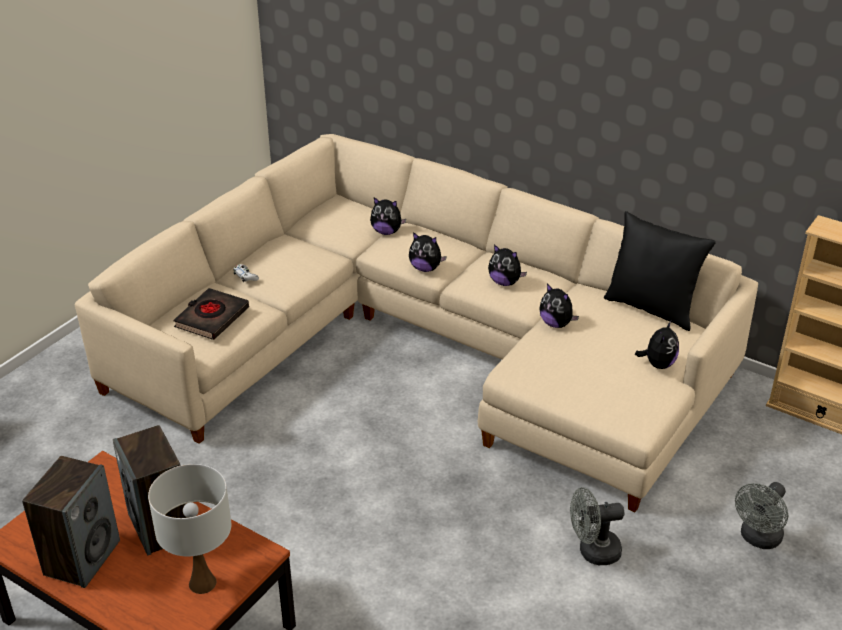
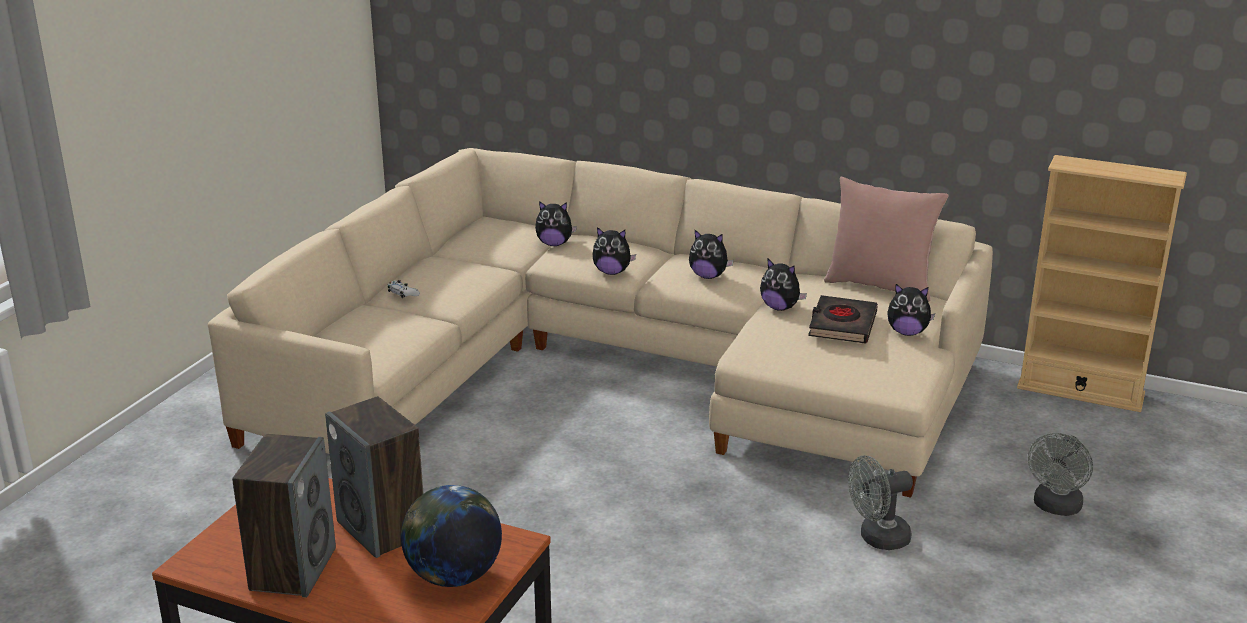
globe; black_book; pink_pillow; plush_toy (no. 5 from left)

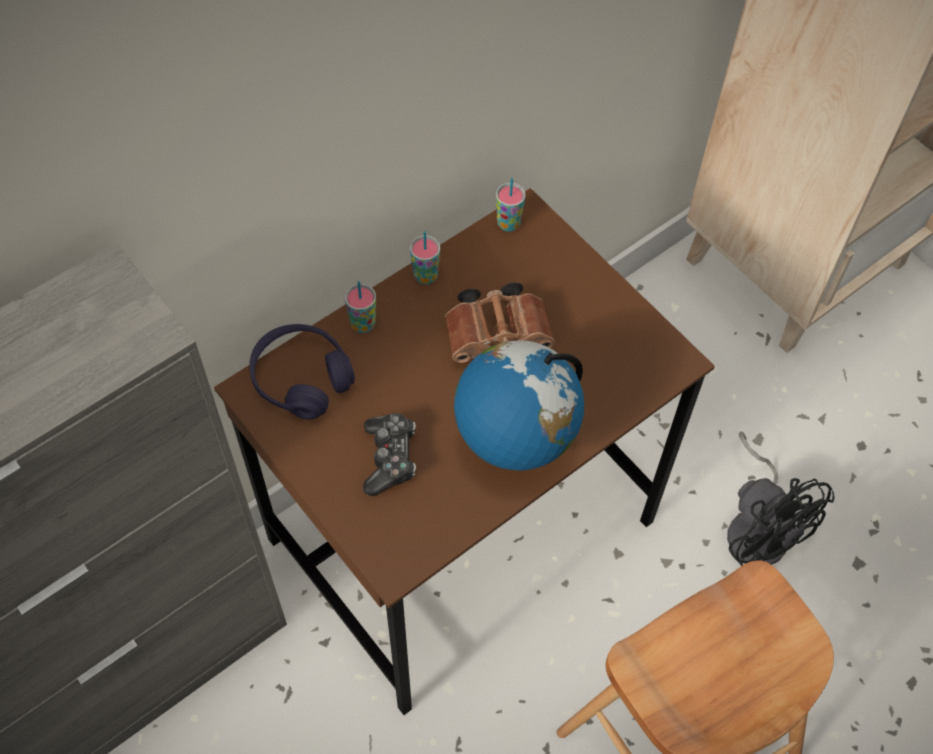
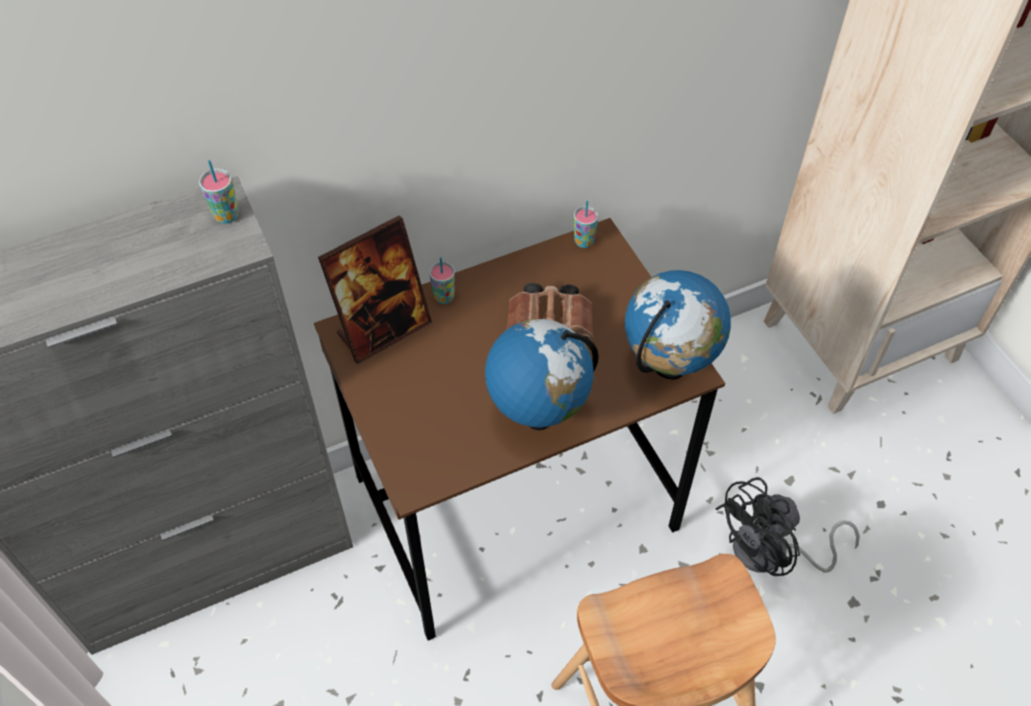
cup (no. 1 from left); picture_frame; globe (no. 2 from left); black_fan; game_controller

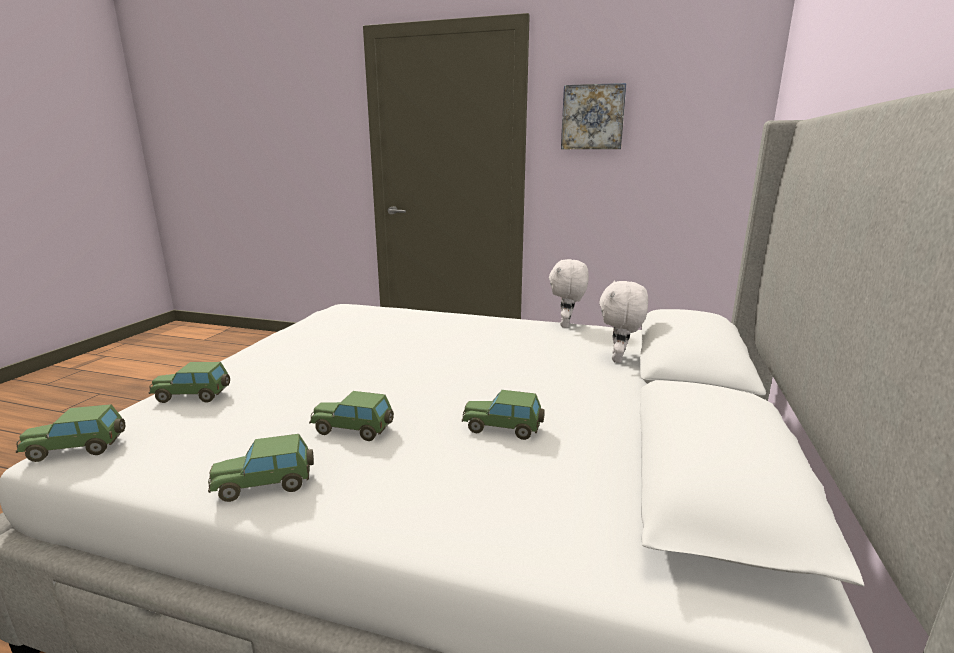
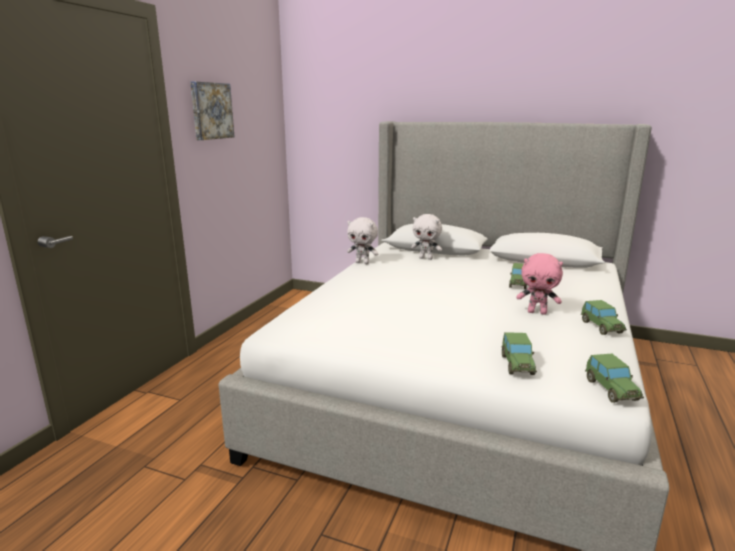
pink_plush_toy

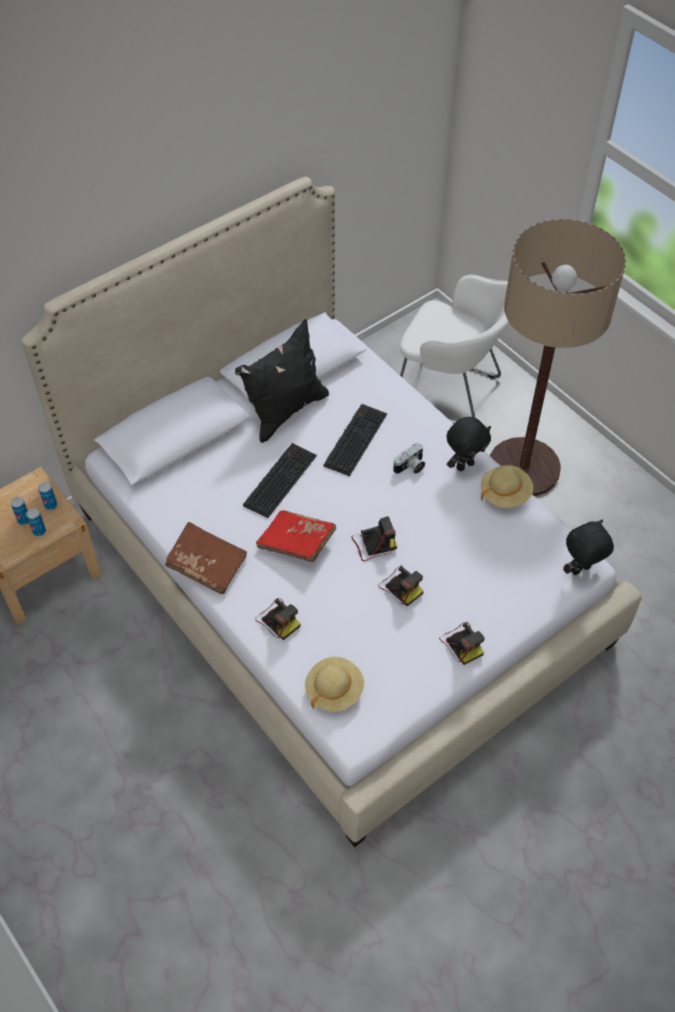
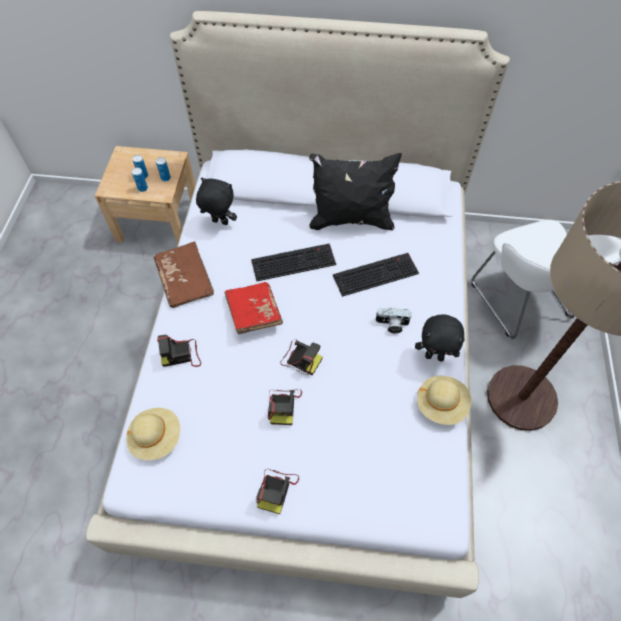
photo_camera (no. 1 from left); black_plush_toy (no. 1 from left)

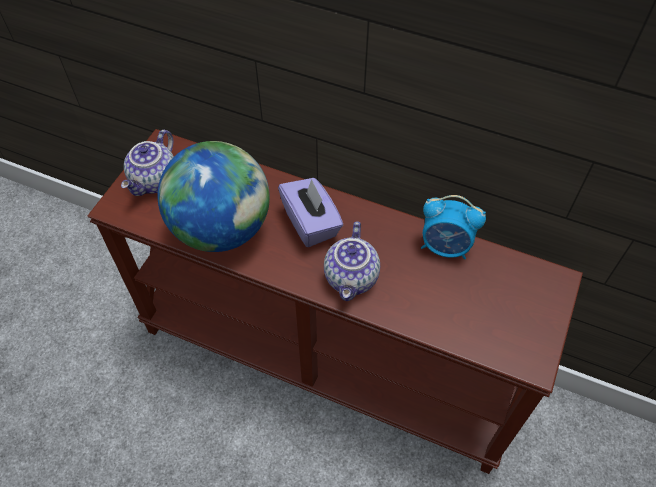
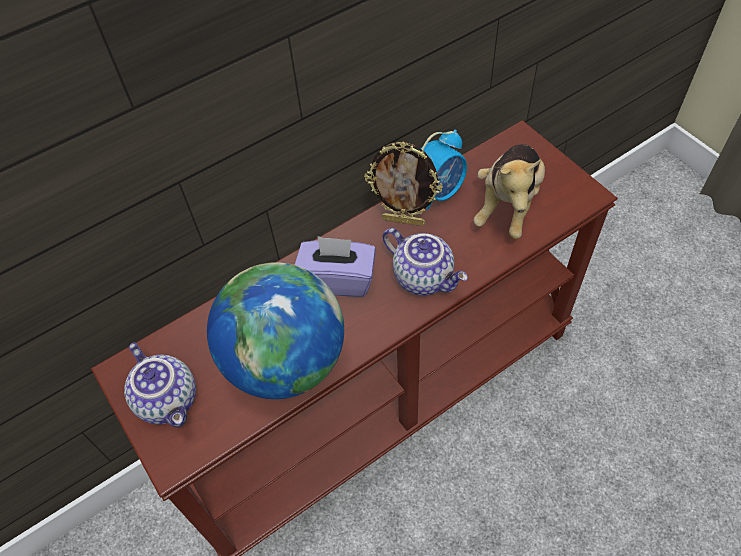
picture_frame; plush_toy

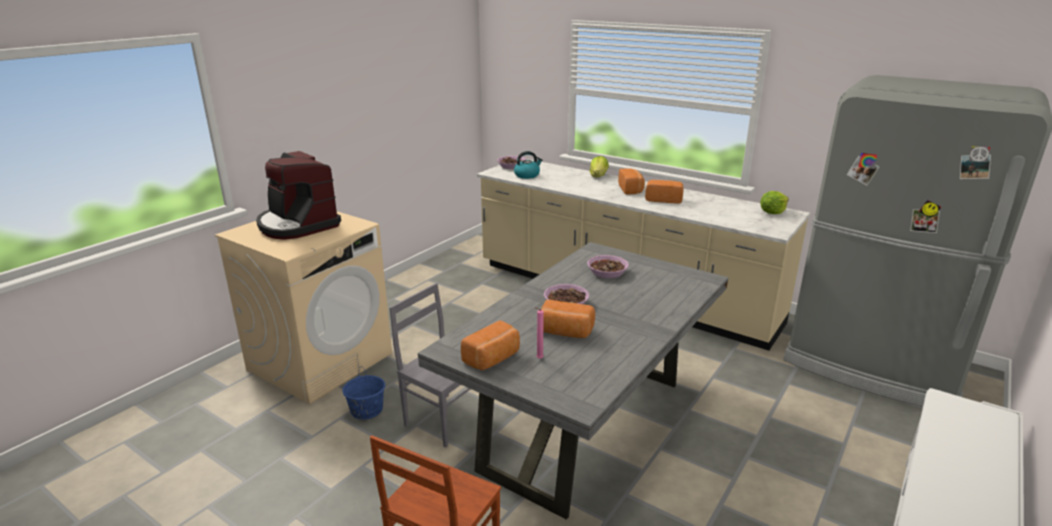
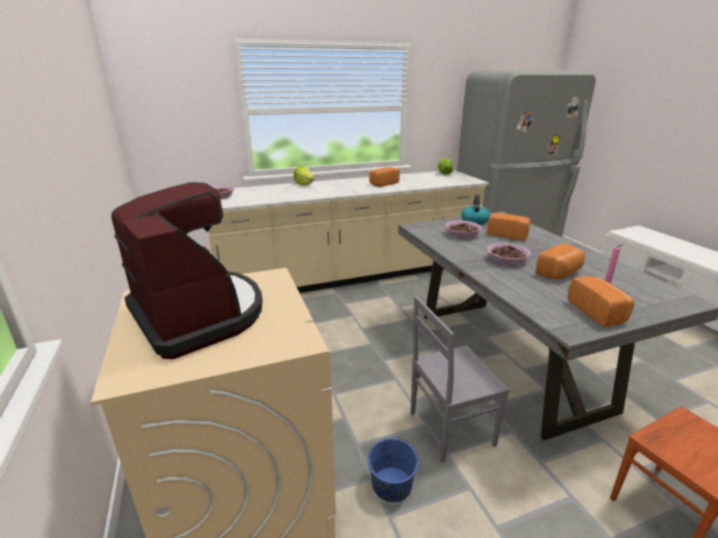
coffee_machine; kettle; bread (no. 2 from left)

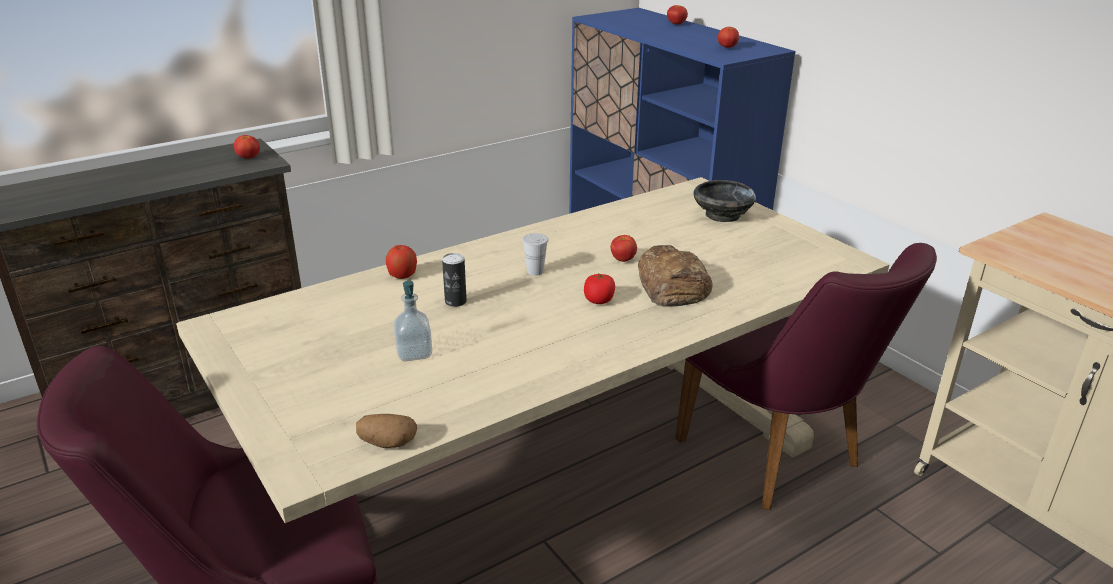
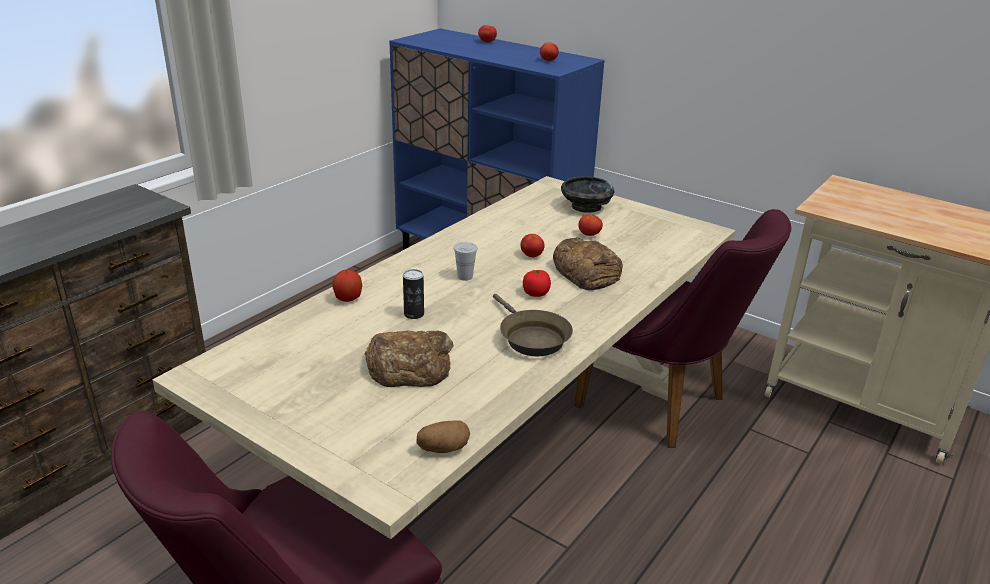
bread (no. 1 from left); brown_frying_pan; tomato (no. 5 from left)

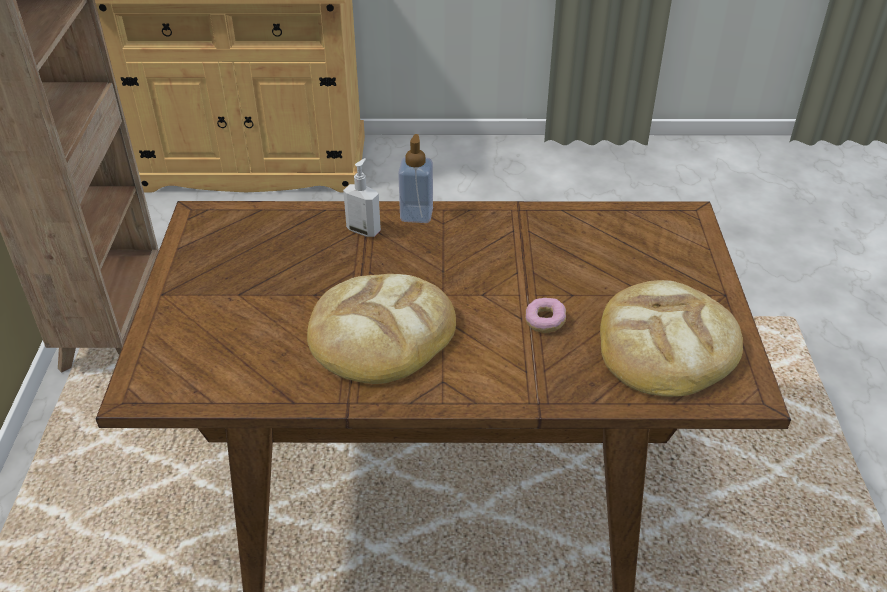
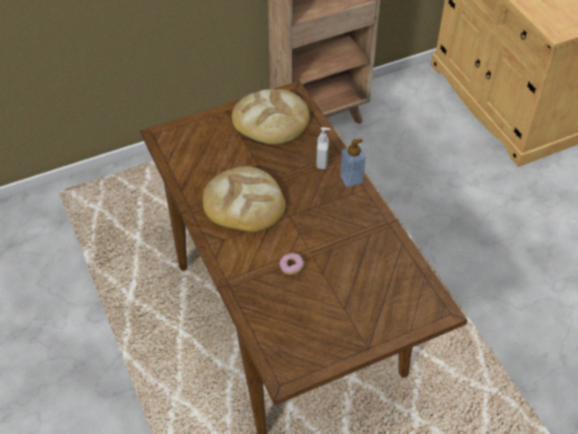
bread (no. 2 from left)

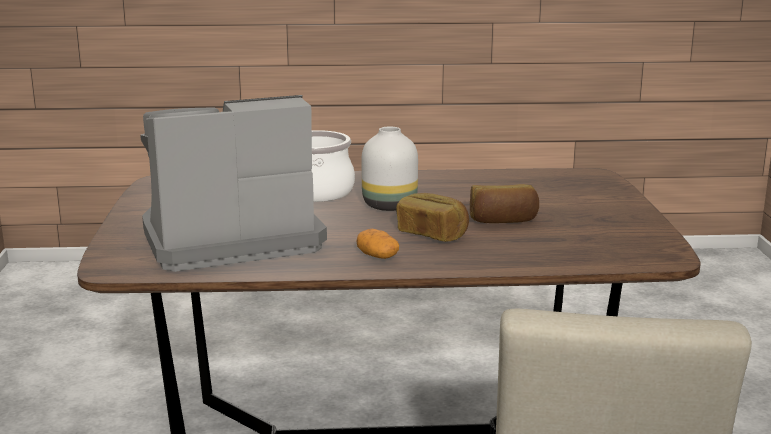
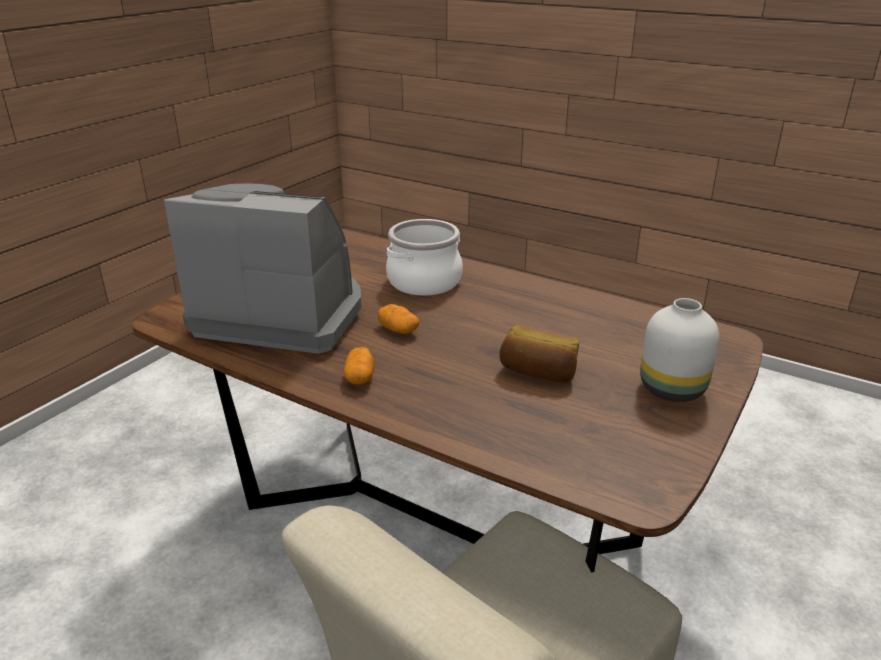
potato (no. 2 from left); white_vase; bread (no. 1 from left in the first image)

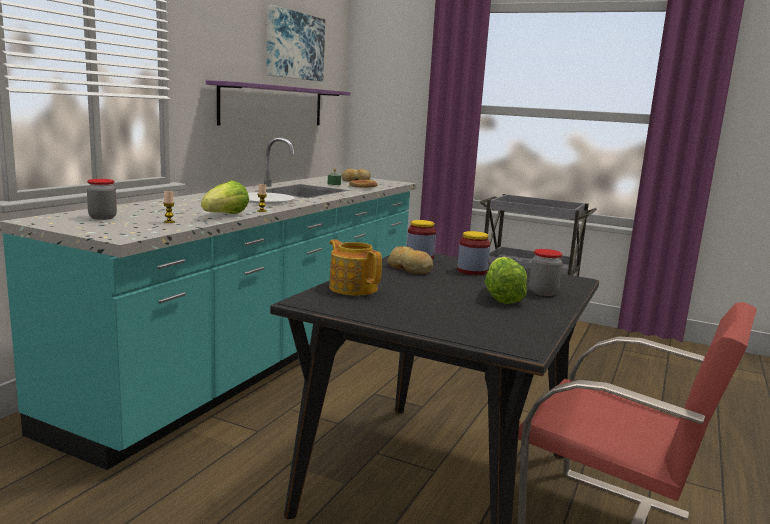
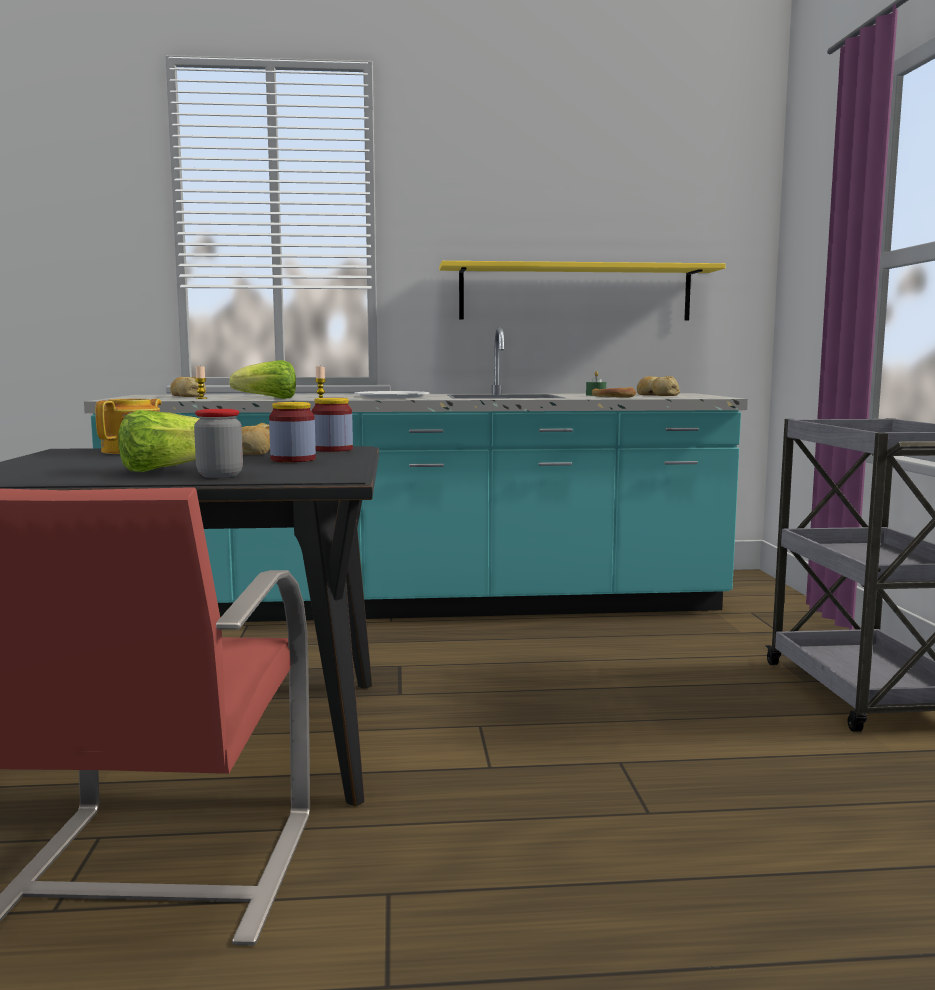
bread (no. 1 from left); yellow_shelf; picture

